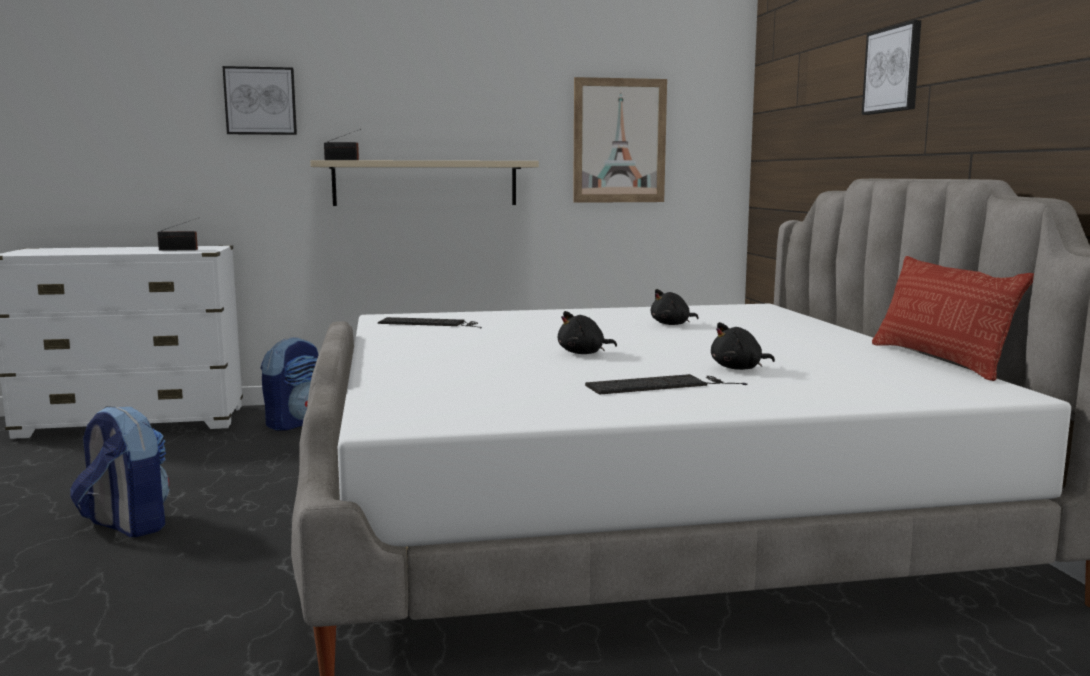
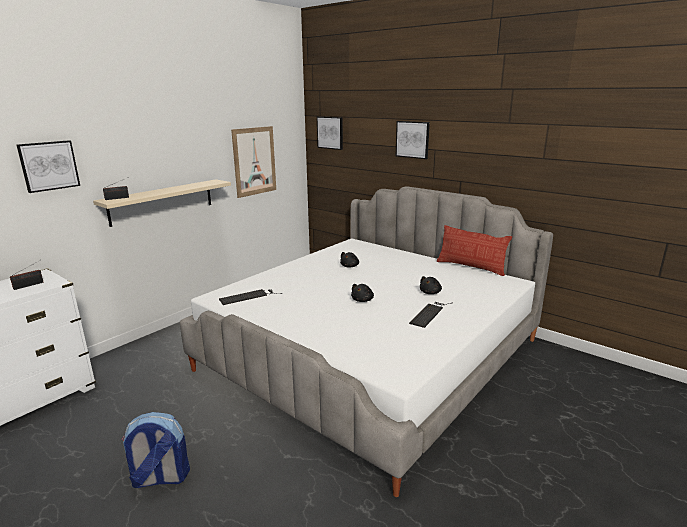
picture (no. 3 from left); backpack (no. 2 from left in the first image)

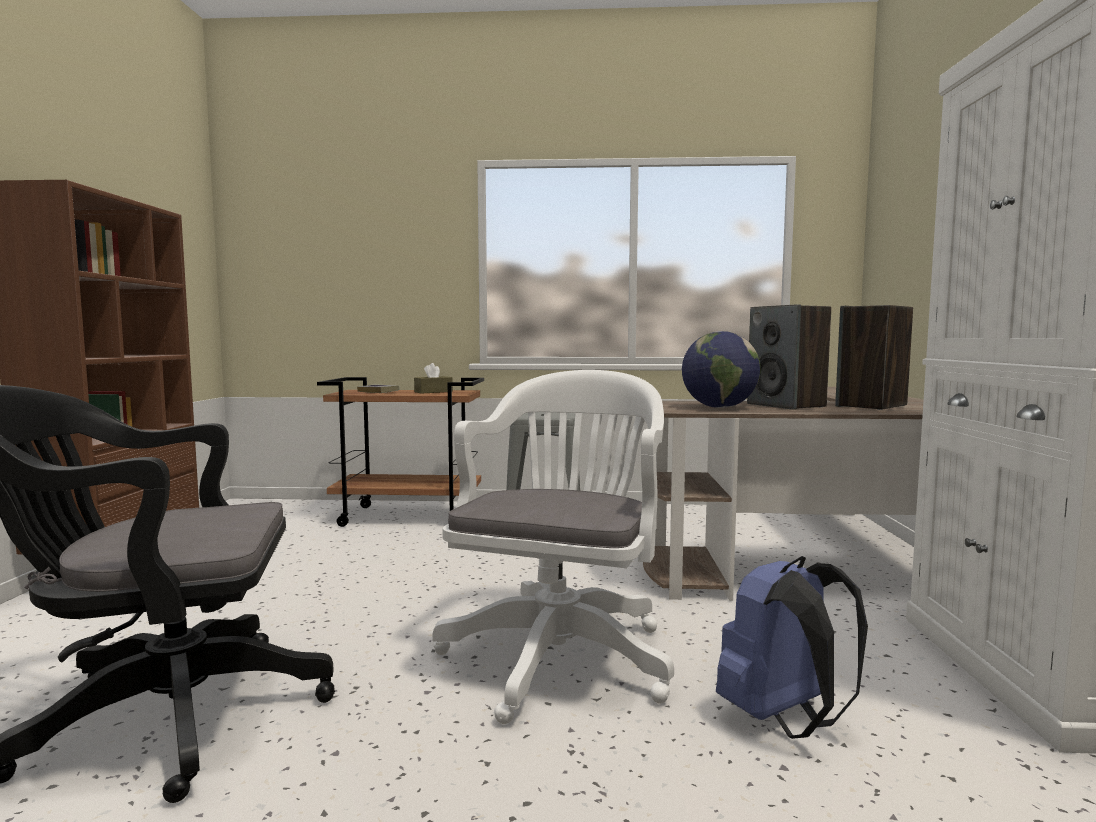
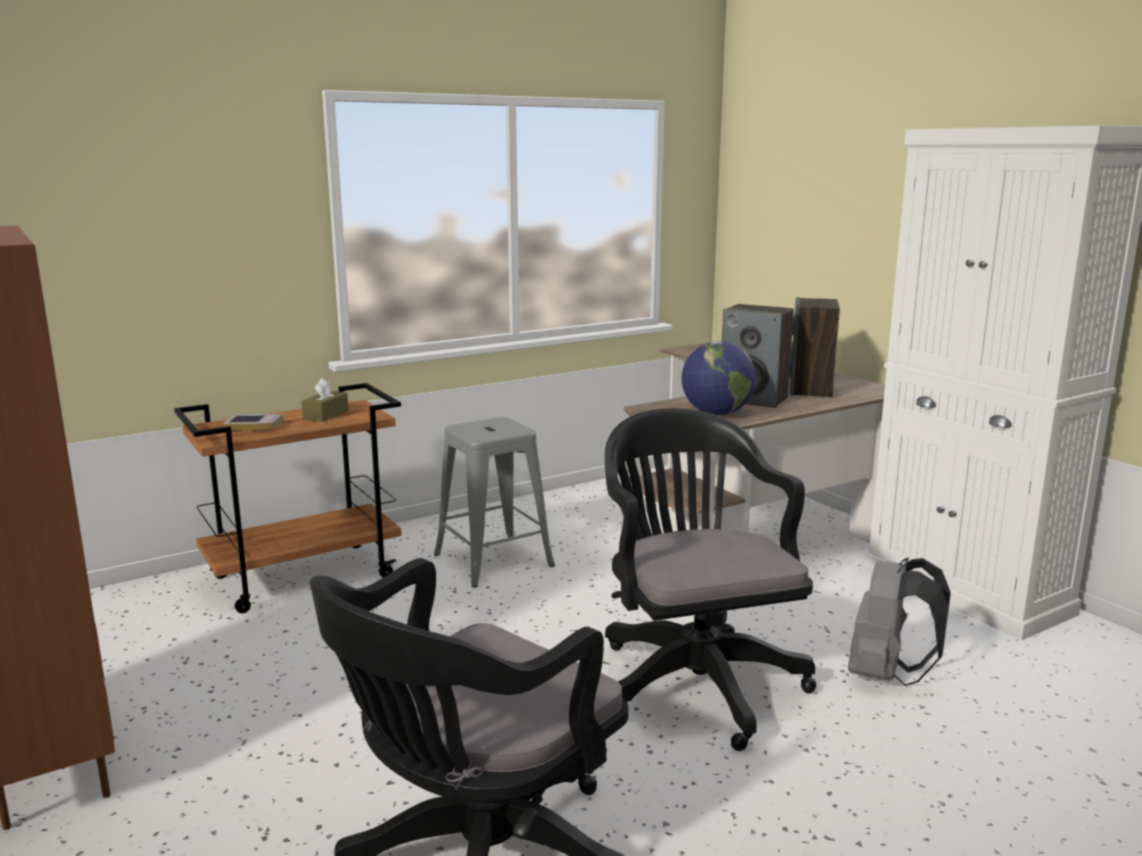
black_office_chair (no. 2 from left); grey_backpack

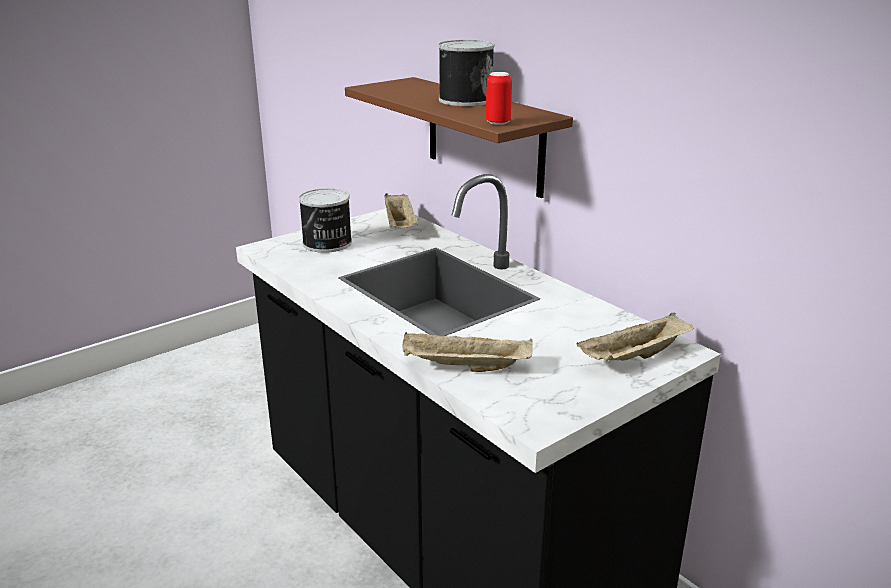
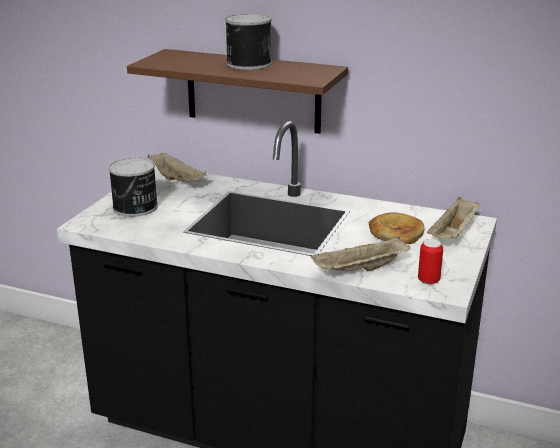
bread; can (no. 3 from left)

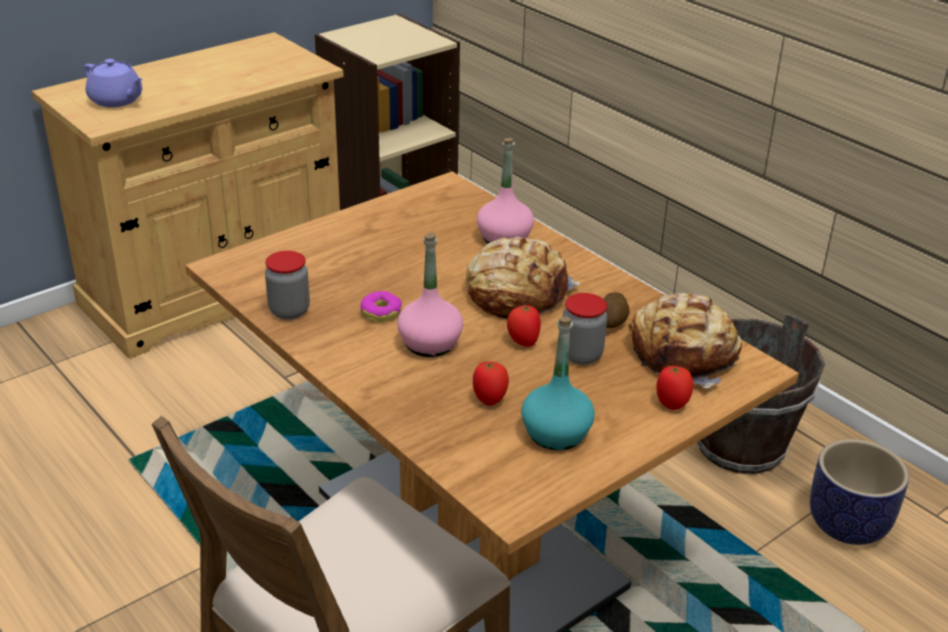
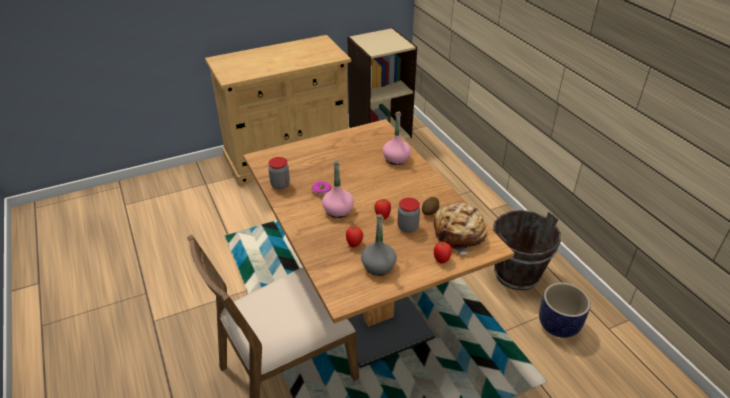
grey_bottle; purple_teapot; bread (no. 1 from left in the first image)

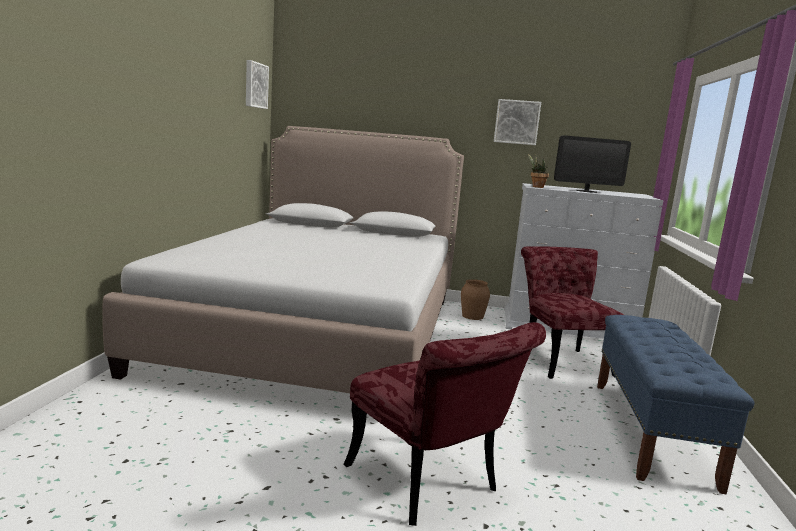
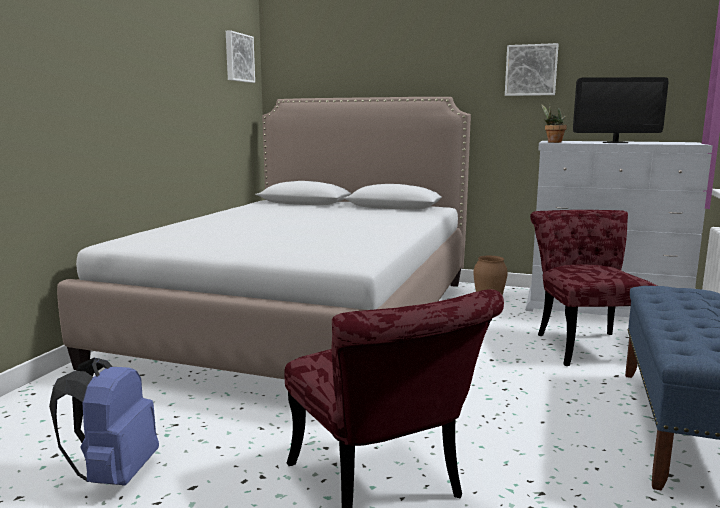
blue_backpack

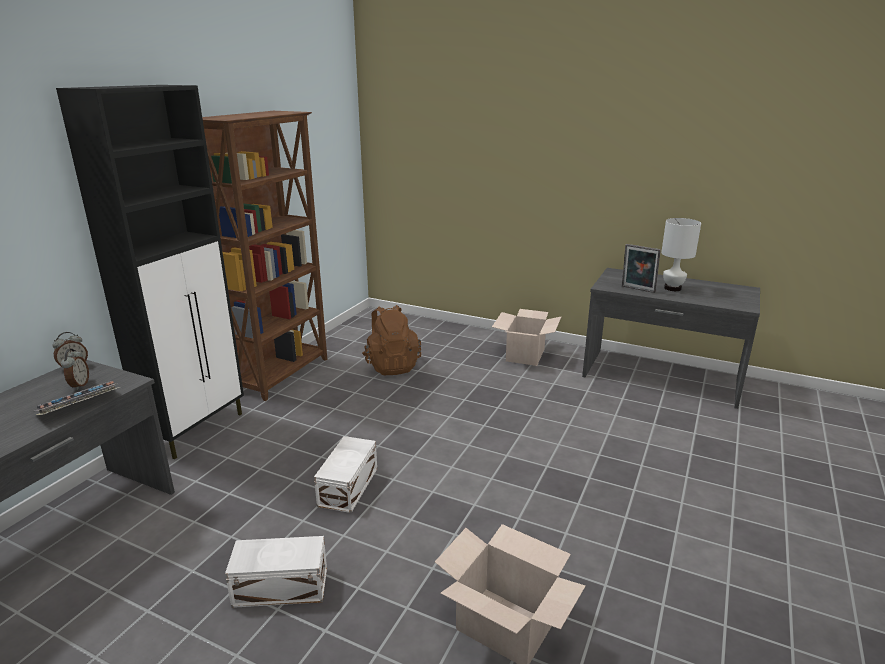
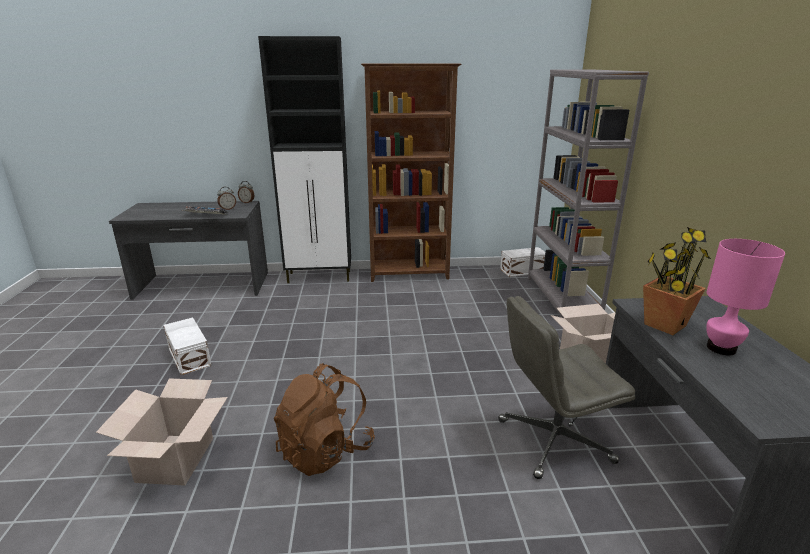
brown_backpack; grey_office_chair; white_storage_box (no. 2 from left); grey_bookcase; potted_plant; pink_table_lamp

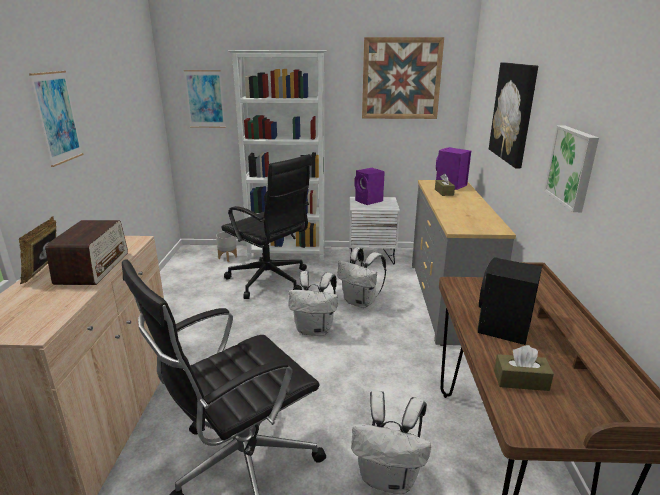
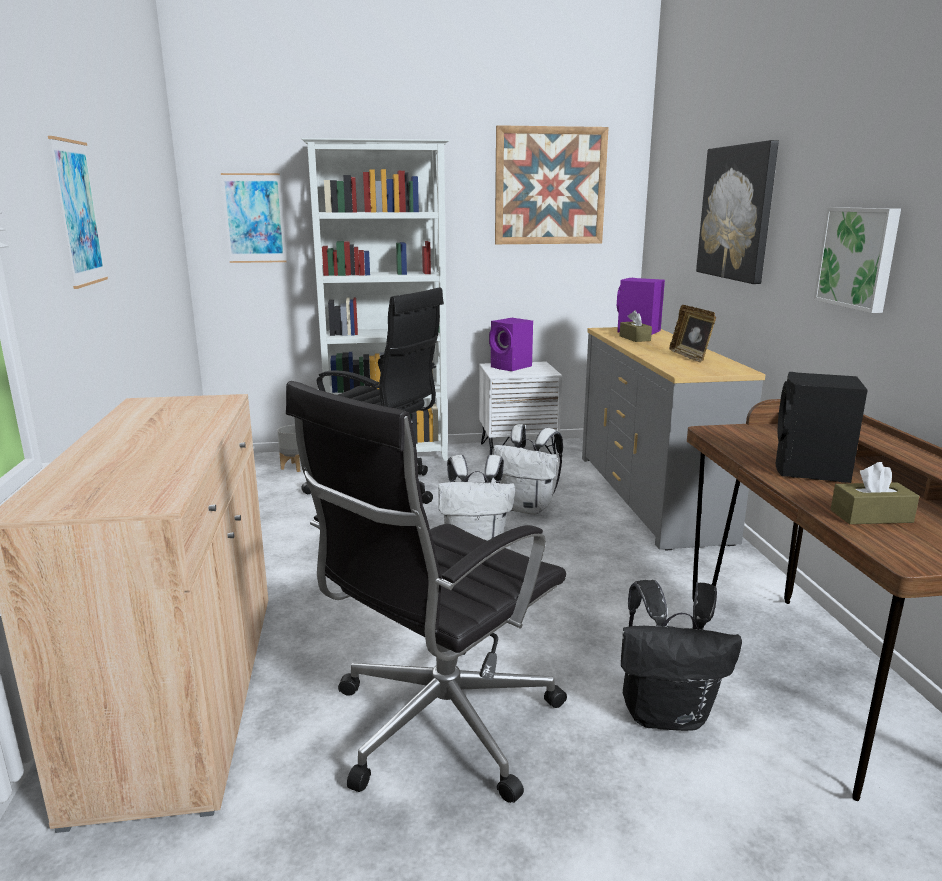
black_backpack; picture_frame; radio

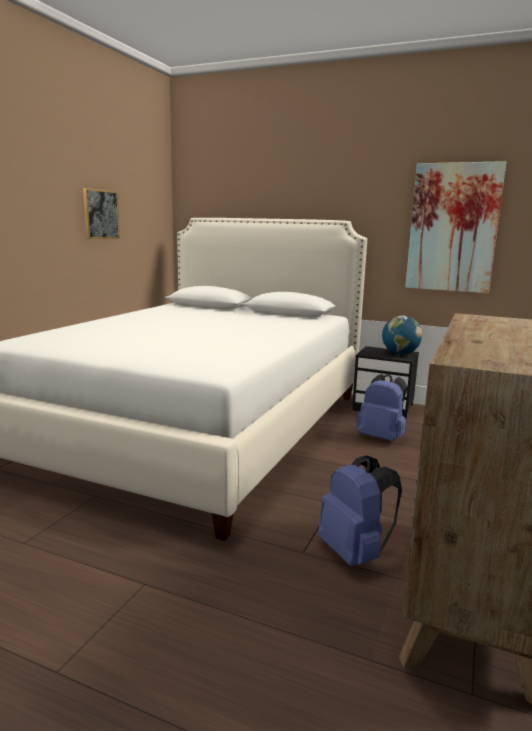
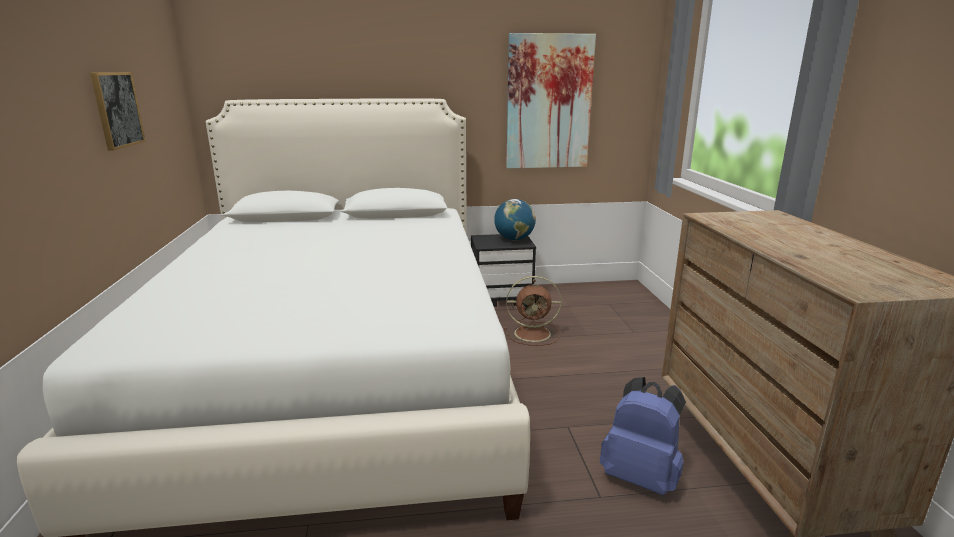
brown_fan

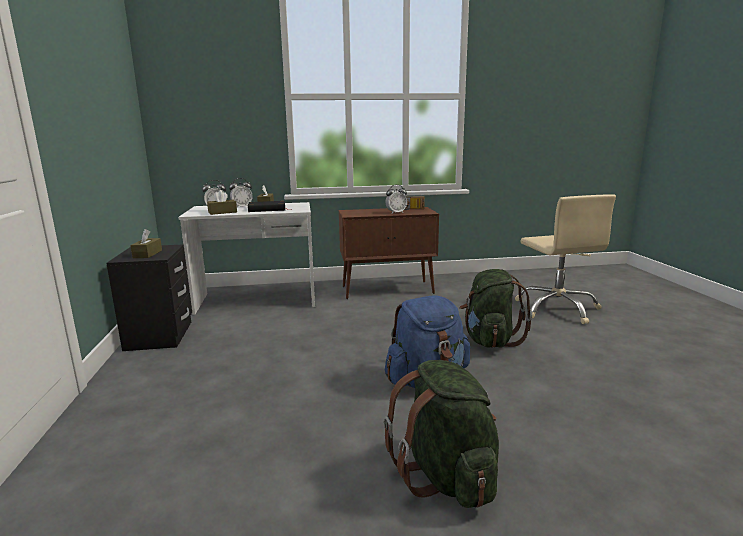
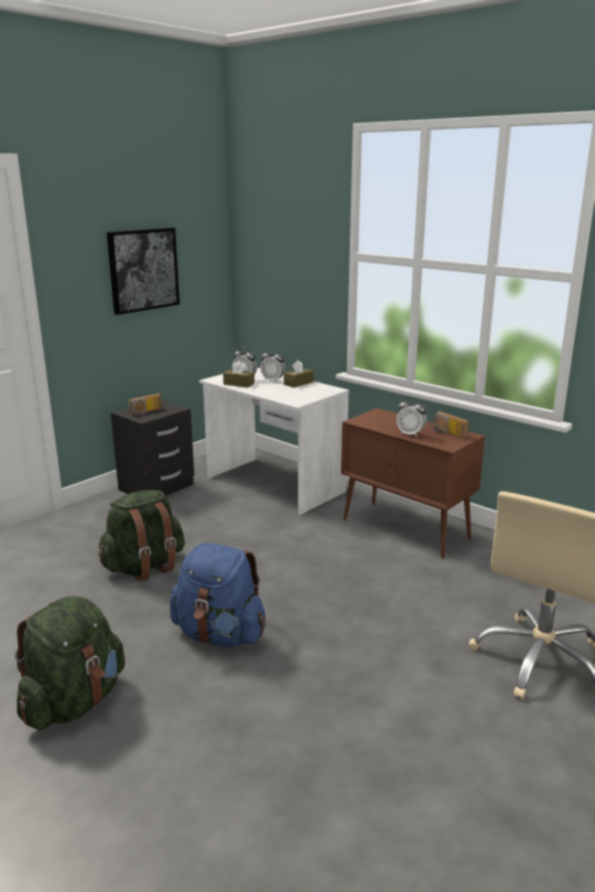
green_backpack (no. 2 from left); picture; radio (no. 1 from left); black_book

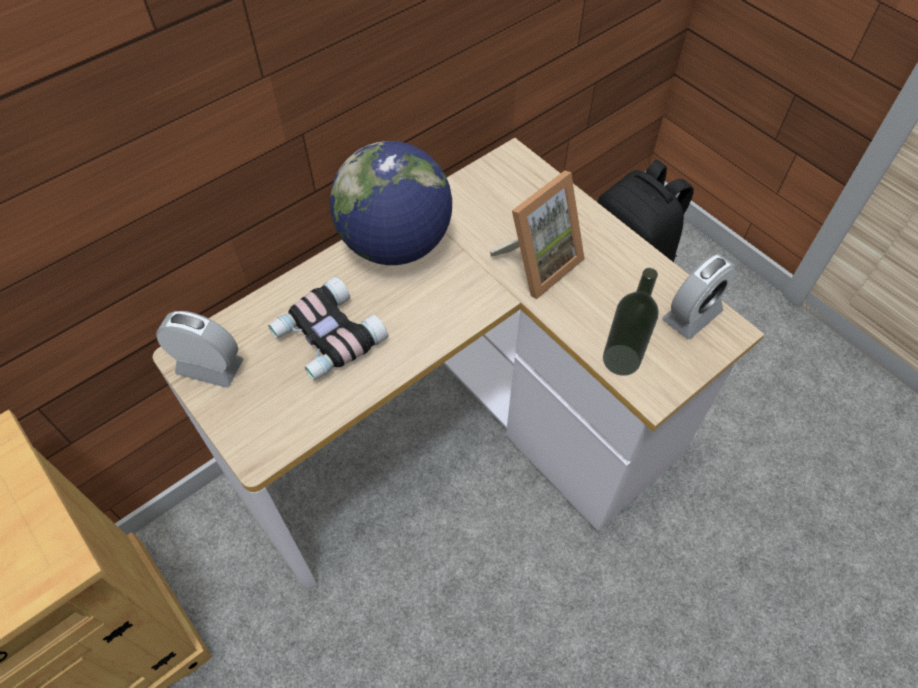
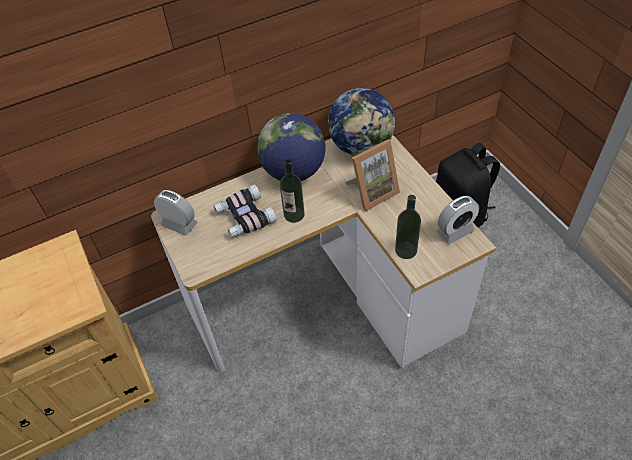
bottle (no. 1 from left); globe (no. 2 from left)

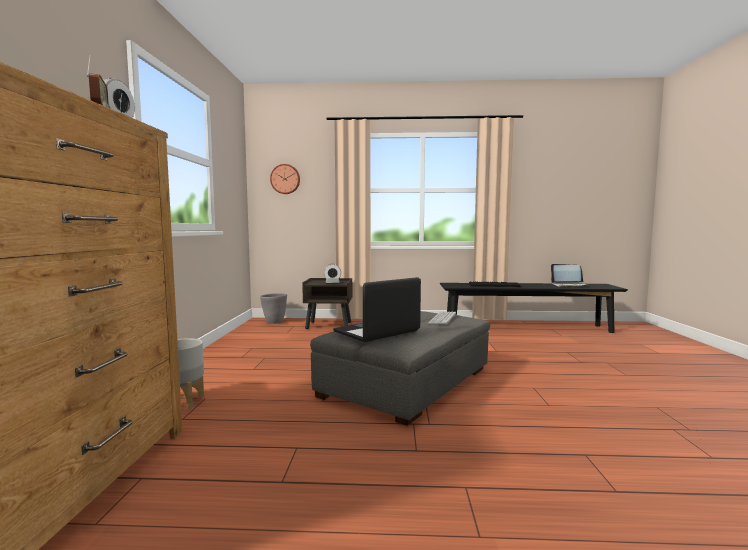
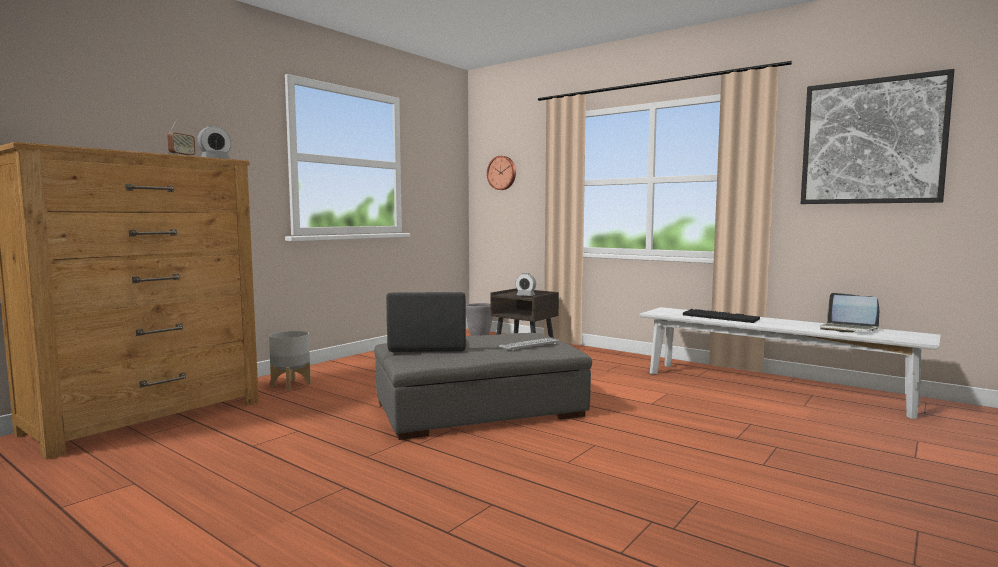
white_bench; picture

